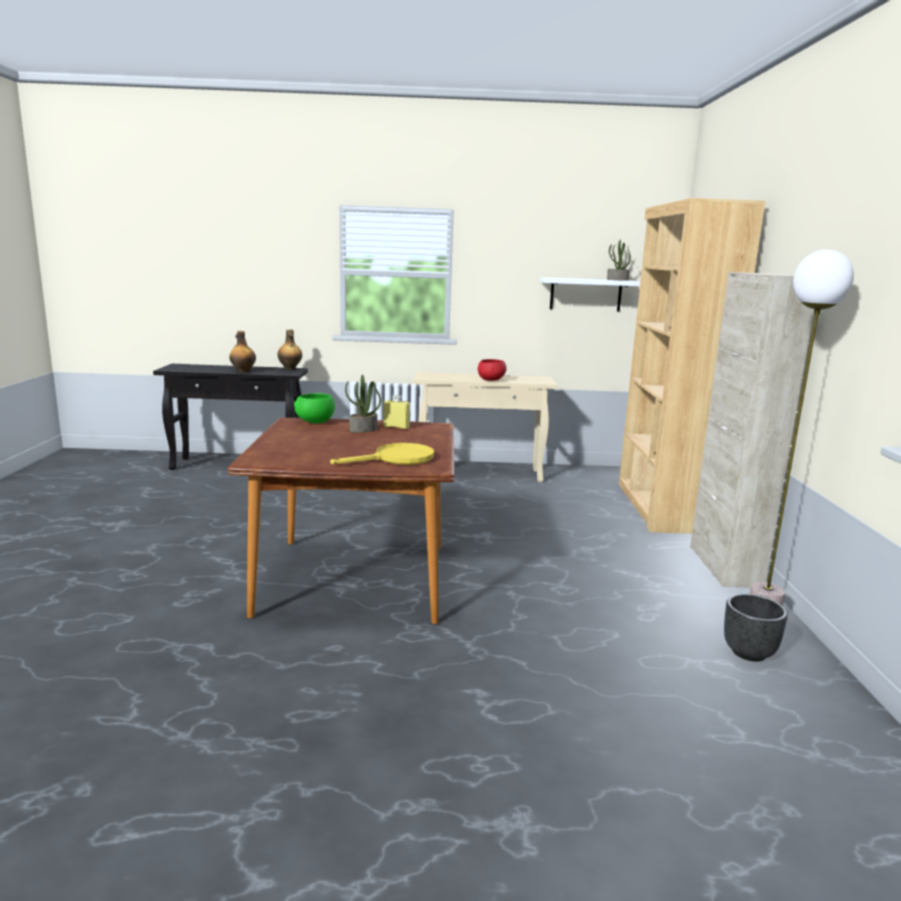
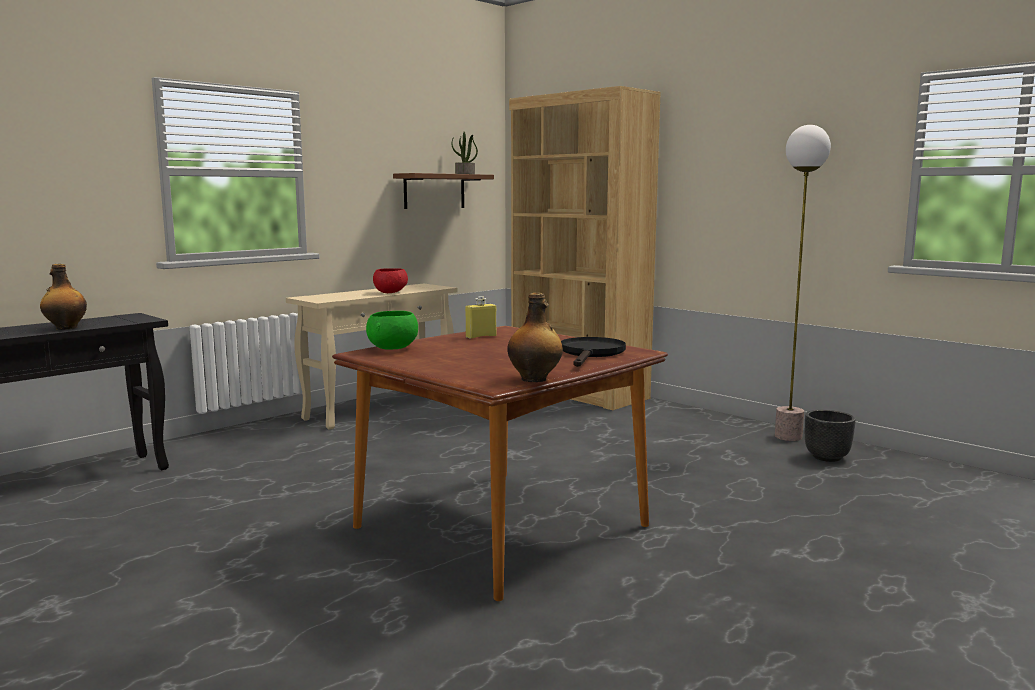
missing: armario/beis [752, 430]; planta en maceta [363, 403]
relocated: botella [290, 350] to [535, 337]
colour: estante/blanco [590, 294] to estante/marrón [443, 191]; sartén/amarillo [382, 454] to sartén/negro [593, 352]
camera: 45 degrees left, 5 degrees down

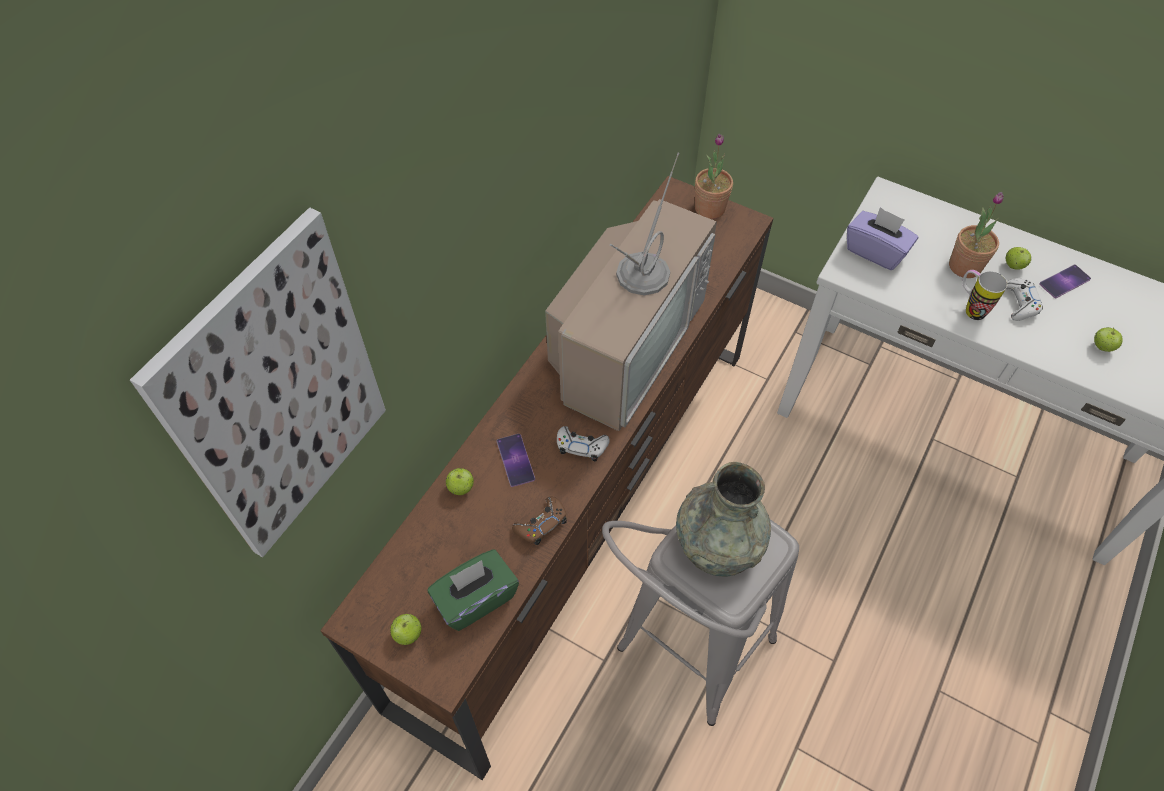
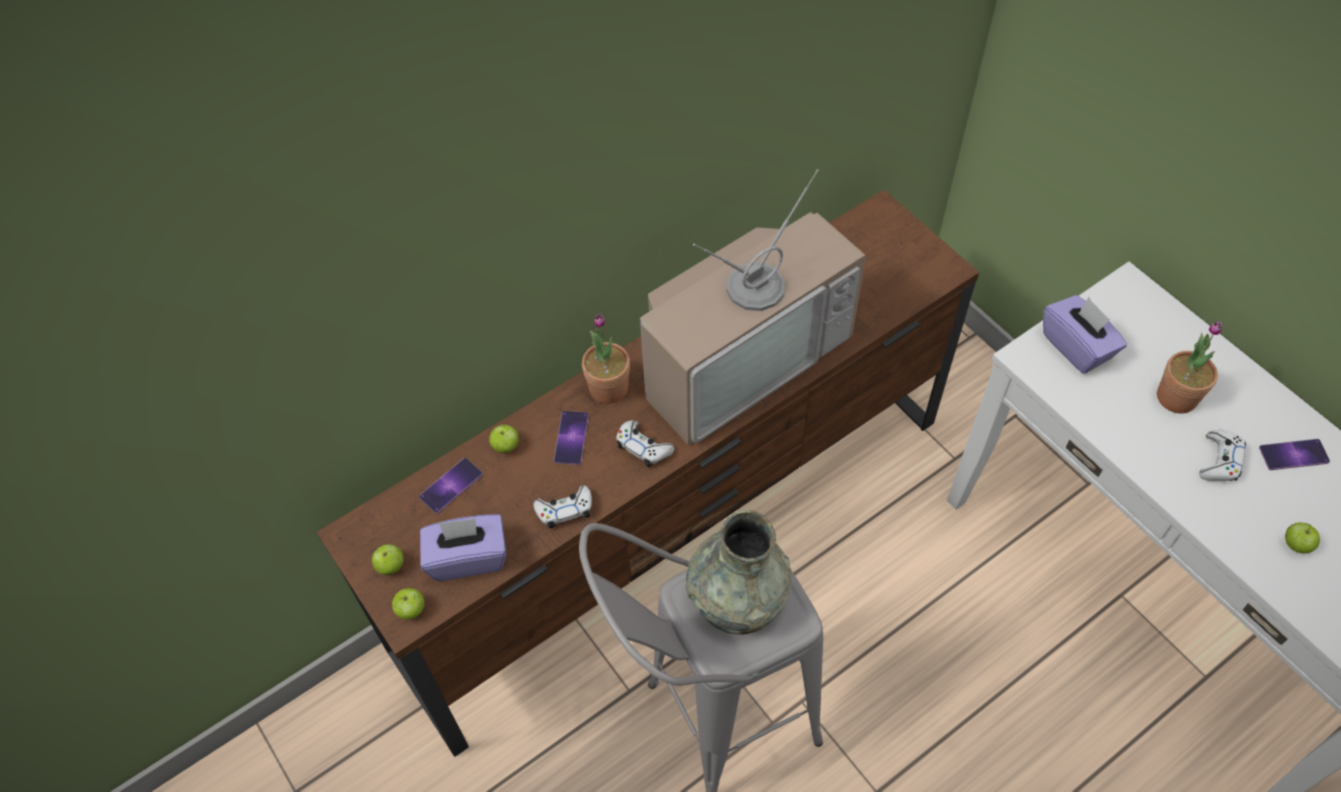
missing: cuadro [258, 382]; taza grande [984, 295]
appeared: móvil [451, 486]
relocated: planta en maceta [714, 176] to [606, 358]; manzana [1018, 258] to [408, 604]
colour: mando de consola/marrón [539, 521] to mando de consola/blanco [563, 507]; caja de pañuelos/verde [473, 590] to caja de pañuelos/morado [463, 547]
camera: 25 degrees right, 0 degrees up

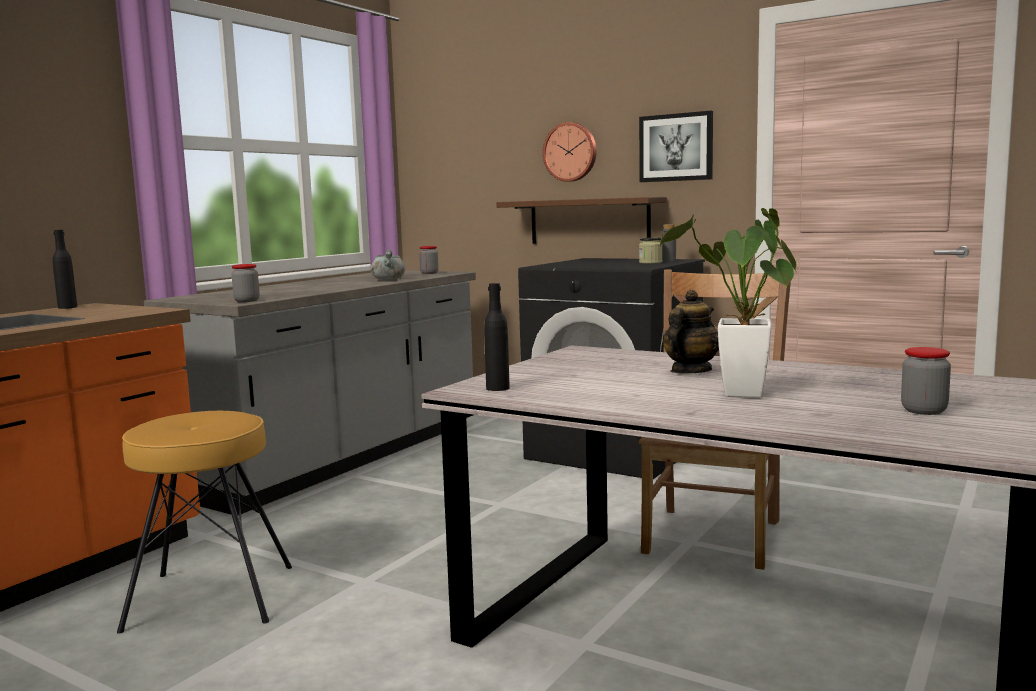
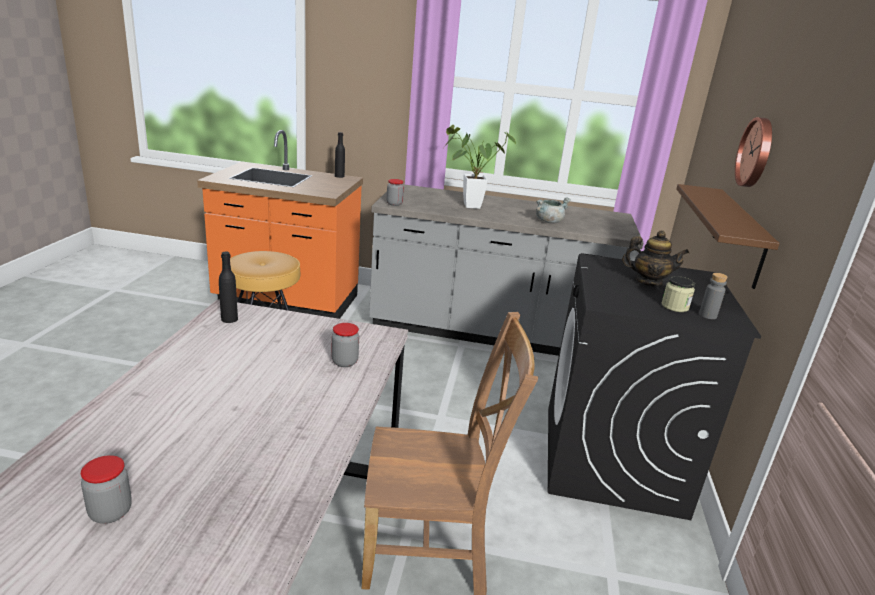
missing: cuadro [676, 146]
relocated: planta en maceta [727, 303] to [480, 167]; tarro [429, 260] to [345, 345]; tetera [690, 331] to [655, 258]
camera: 65 degrees right, 15 degrees up

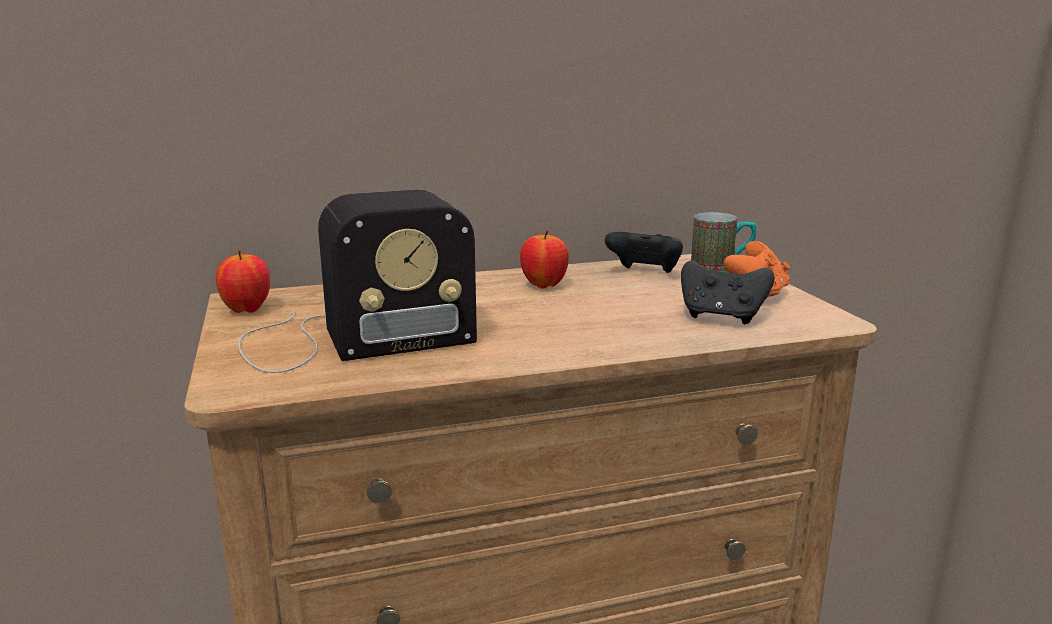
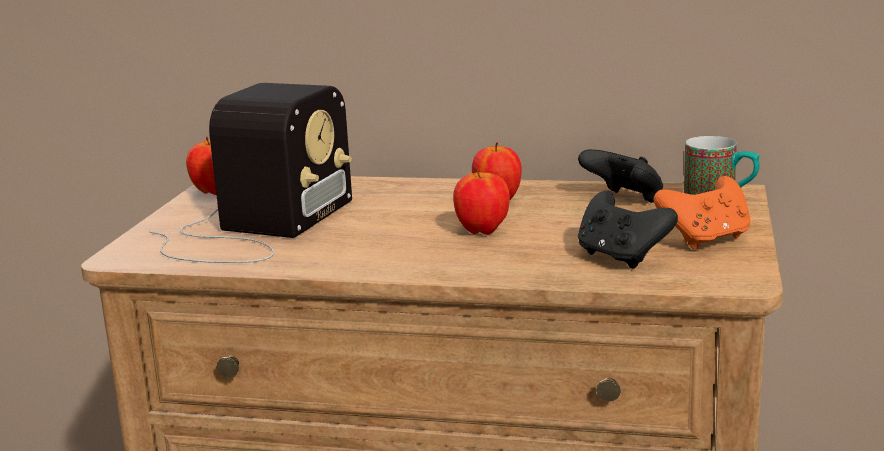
appeared: manzana [481, 201]
spun: radio [357, 281] = [250, 173] 75 degrees counterclockwise
camera: 30 degrees right, 0 degrees up

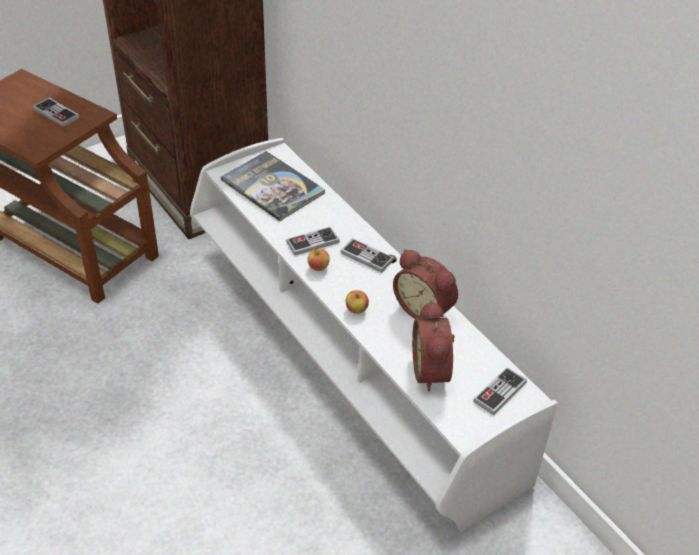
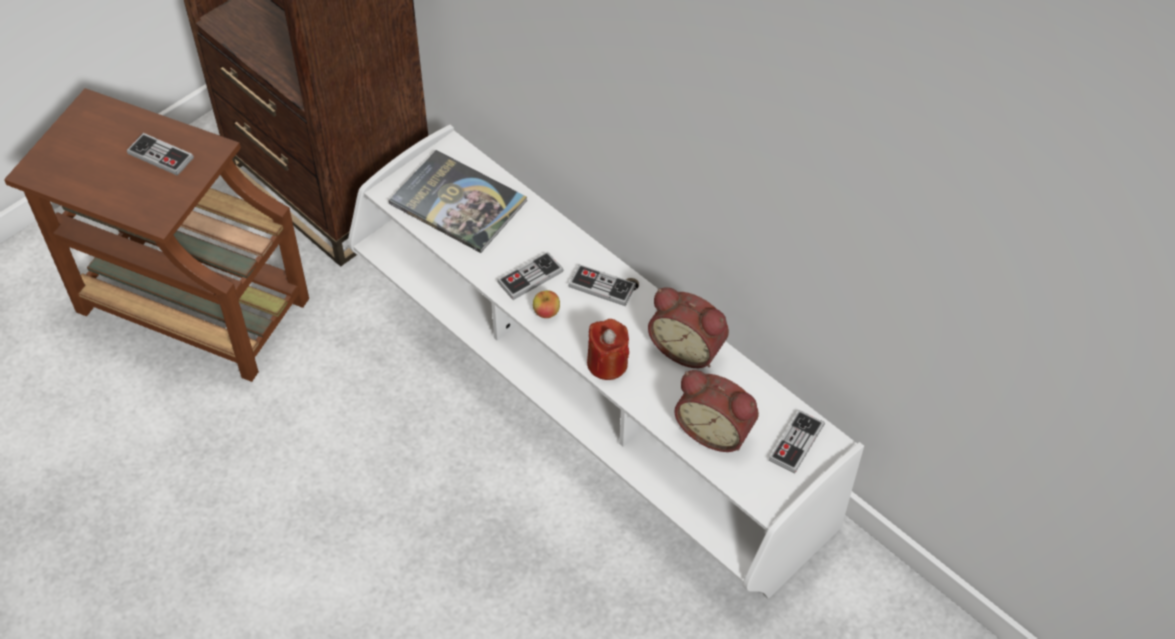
exchanged: manzana [357, 302] to vela/rojo [608, 349]
spun: despertador [433, 346] = [716, 411] 45 degrees counterclockwise
camera: 10 degrees left, 10 degrees up

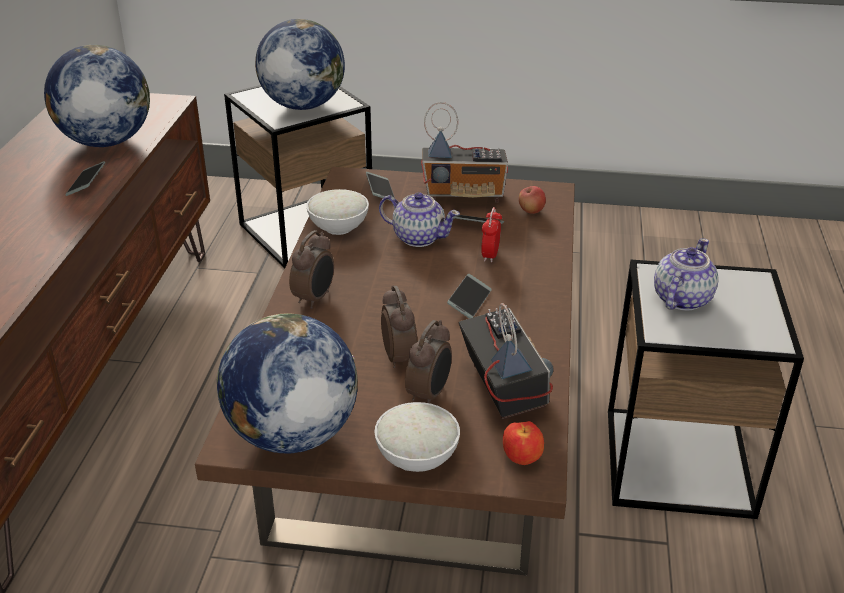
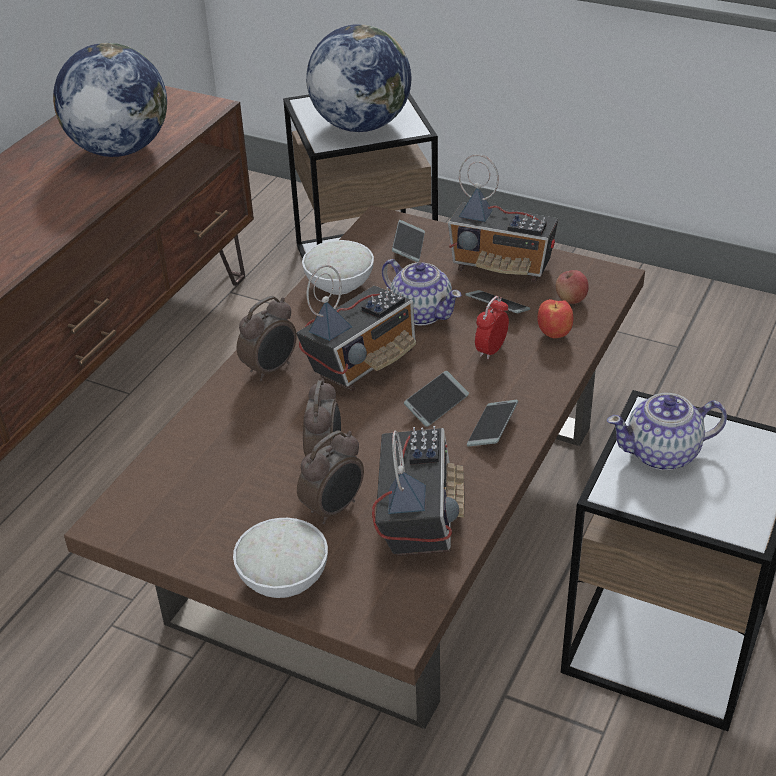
missing: globo terráqueo [287, 383]
appeared: radio [356, 328]
relocated: móvil [85, 178] to [492, 423]; manzana [523, 443] to [555, 318]
spun: tetera [686, 274] = [667, 431] 150 degrees counterclockwise
camera: 20 degrees right, 5 degrees up

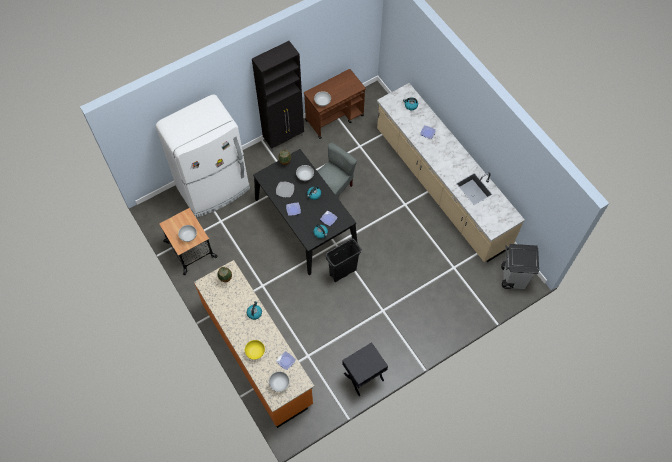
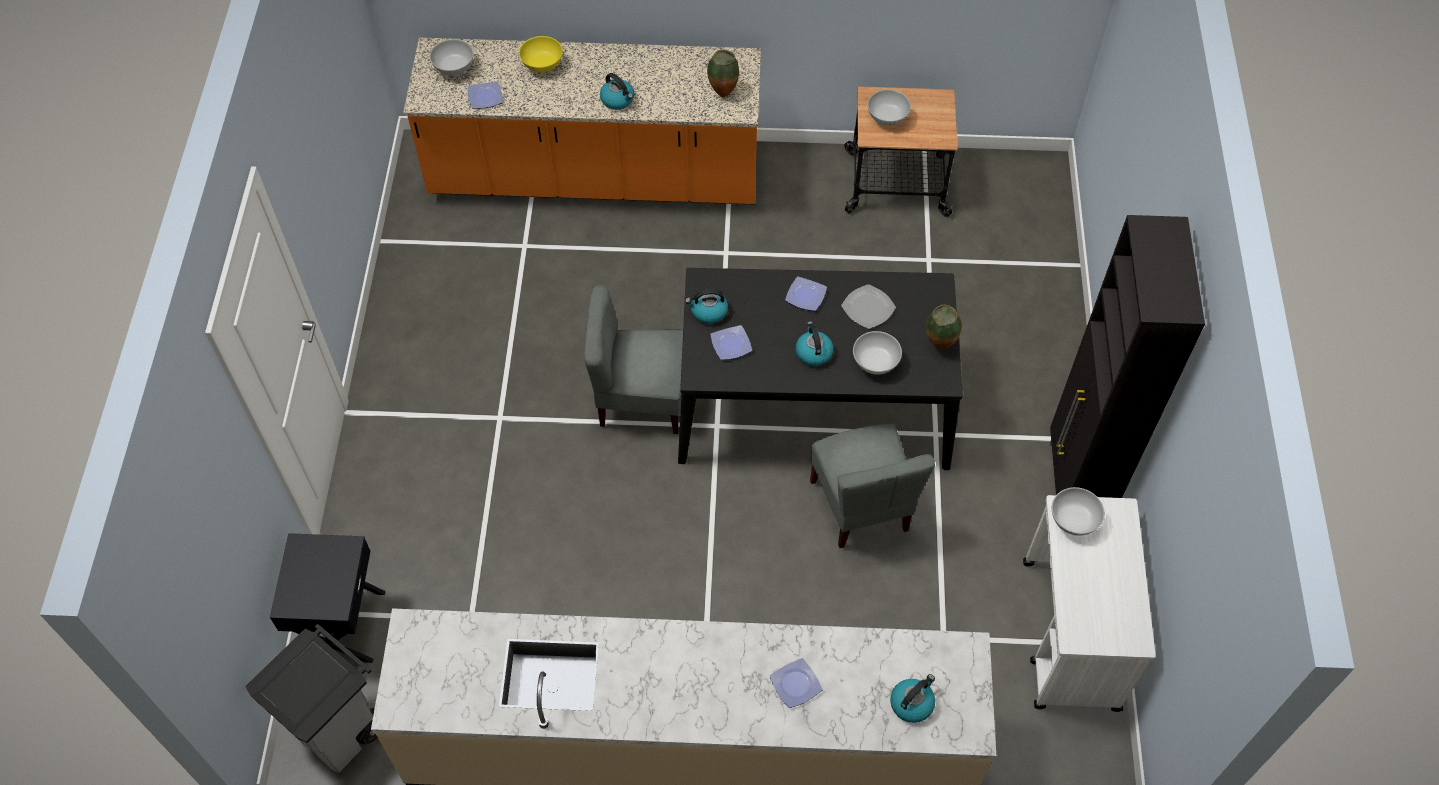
missing: nevera/blanco [203, 156]
relocated: mesita de noche/negro [365, 369] to [327, 598]
exchanged: papelera/negro [343, 260] to silla/gris [633, 359]
colour: carrito/marrón [335, 104] to carrito/blanco [1089, 603]
camera: 125 degrees right, 5 degrees down

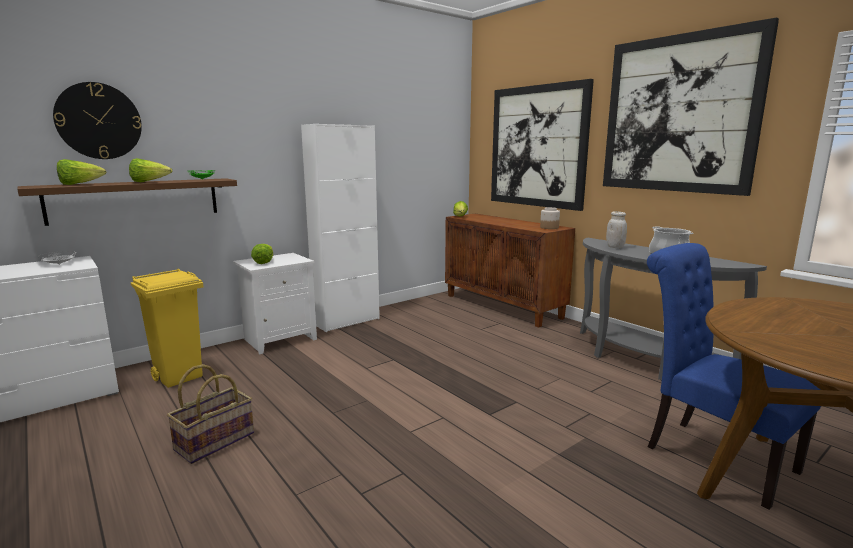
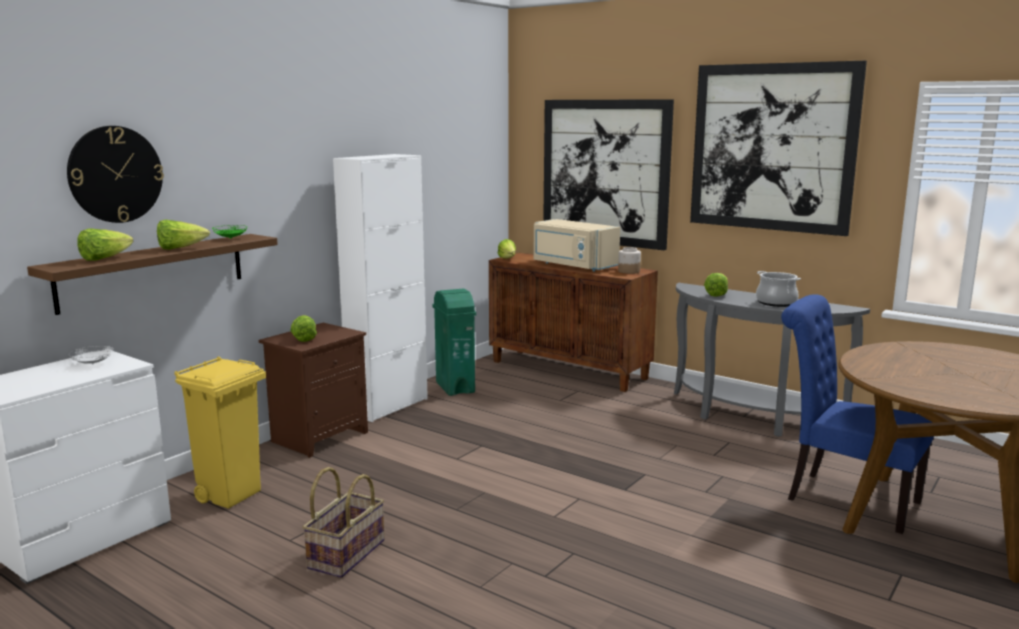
appeared: microondas/beis [577, 245]; papelera/verde [454, 342]
exchanged: tarro/blanco [616, 229] to lechuga [716, 285]
colour: mesita de noche/blanco [275, 303] to mesita de noche/marrón [313, 390]
camera: 15 degrees left, 0 degrees up

